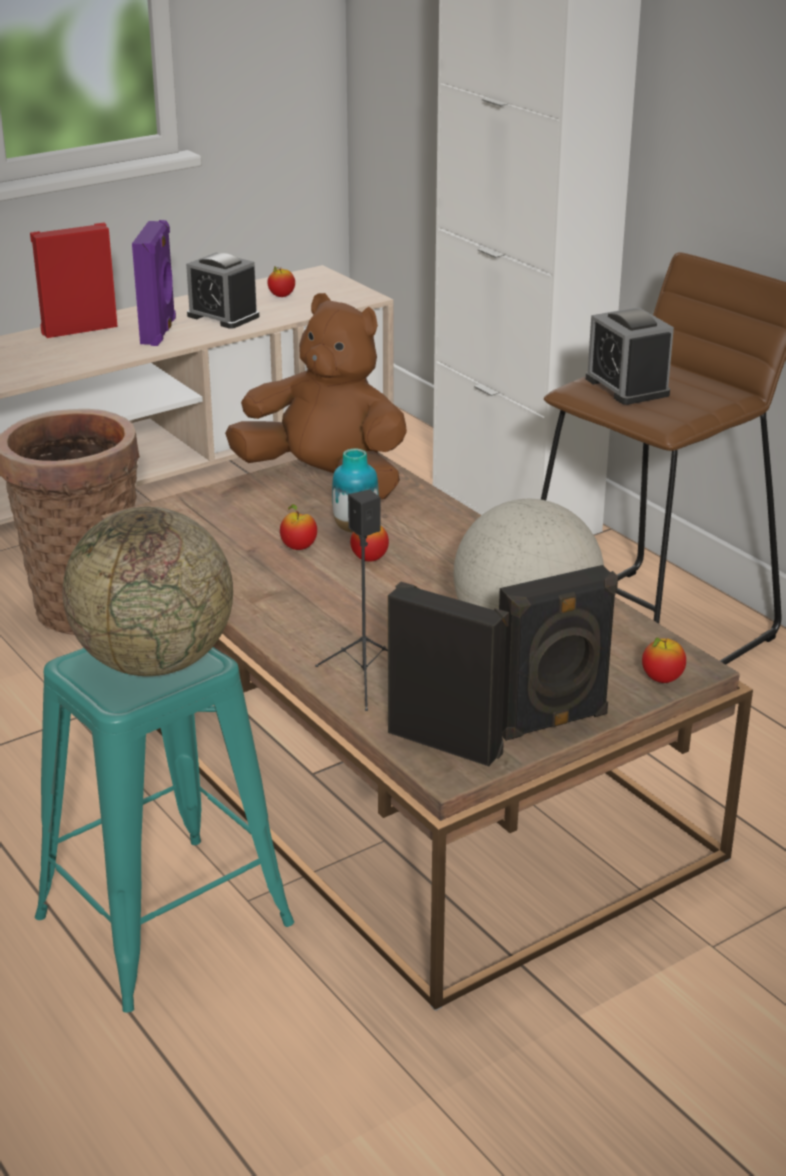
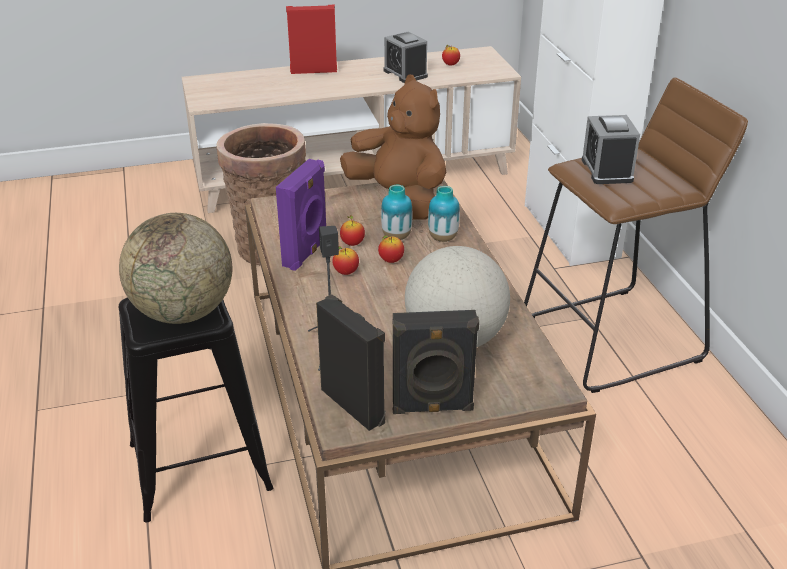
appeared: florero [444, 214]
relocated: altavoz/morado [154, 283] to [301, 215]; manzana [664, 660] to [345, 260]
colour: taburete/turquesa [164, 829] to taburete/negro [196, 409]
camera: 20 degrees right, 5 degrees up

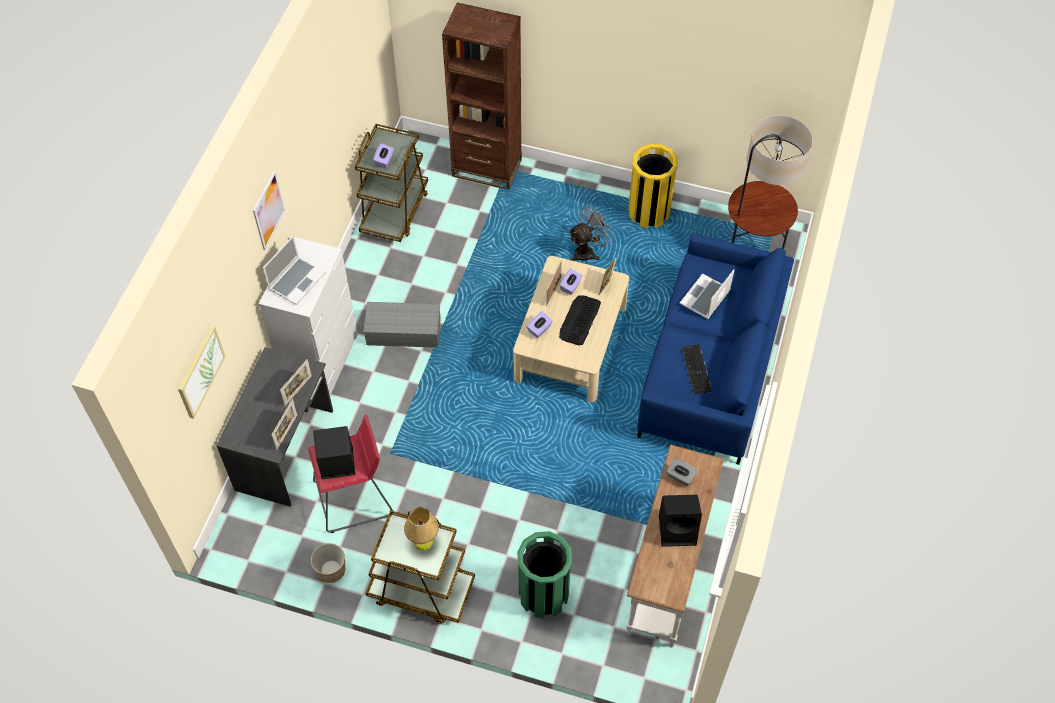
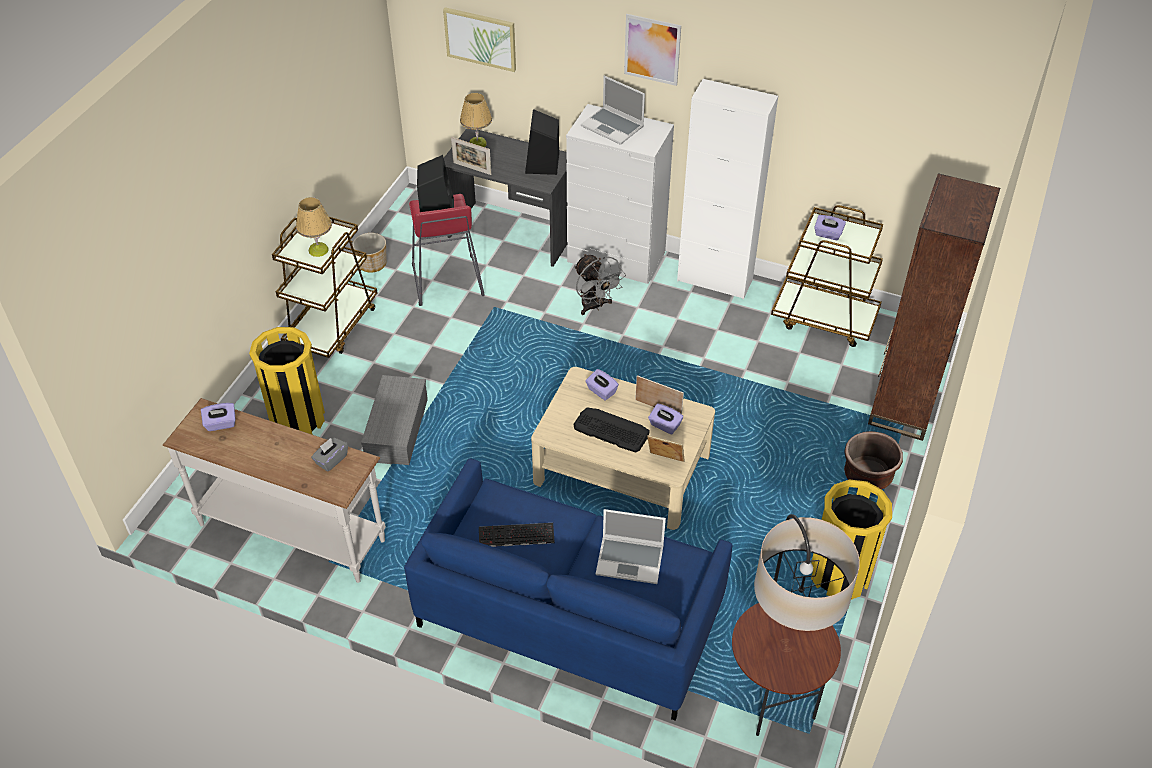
missing: portarretratos [296, 382]
appeared: armario/blanco [727, 189]; lámpara de mesa [476, 120]; caja de pañuelos/morado [218, 417]; maceta/marrón [873, 460]
relocated: ventilador/gris [591, 232] to [600, 284]; caja de almacenaje/gris [402, 324] to [394, 420]; altavoz/negro [680, 521] to [542, 142]
colour: papelera/verde [544, 575] to papelera/amarillo [287, 380]
spun: portátil [707, 294] = [631, 546] 150 degrees clockwise
camera: 95 degrees right, 10 degrees down

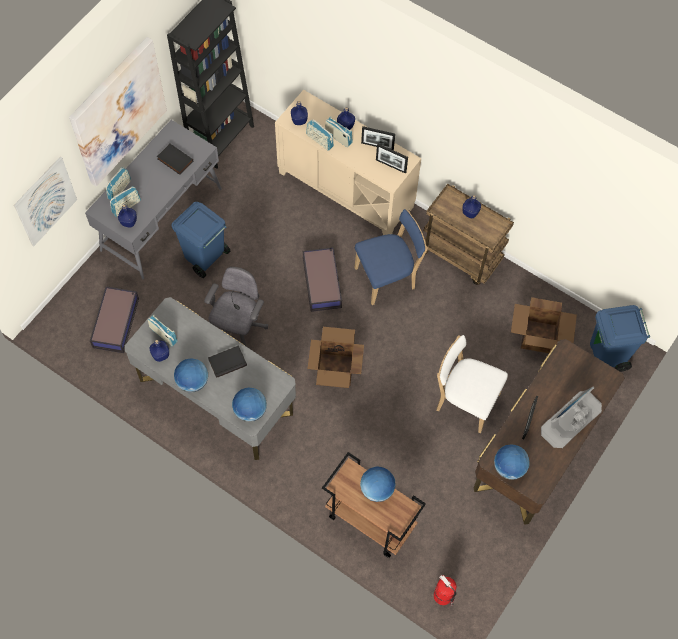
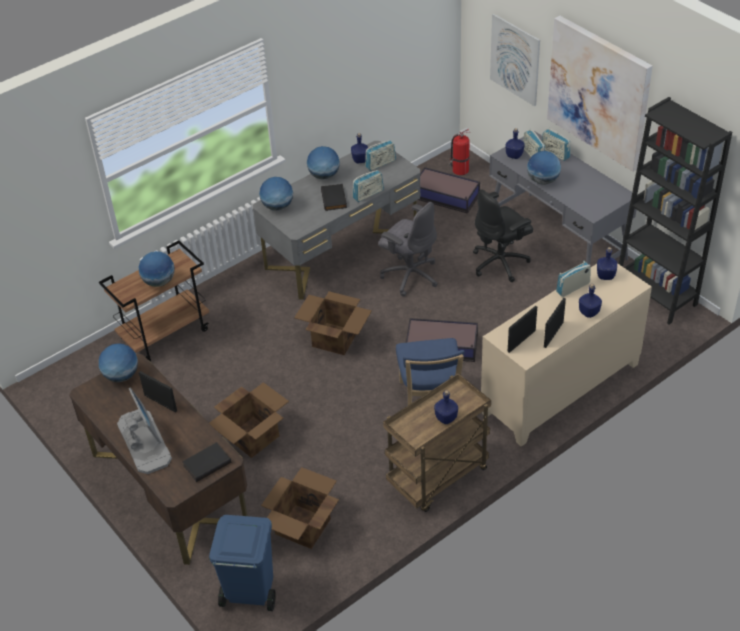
appeared: globo terráqueo [544, 168]
relocated: radio [339, 132] to [368, 186]; libro/negro [175, 159] to [206, 462]; extintor [445, 590] to [459, 151]
exchanged: papelera/azul [201, 240] to silla de oficina/negro [503, 235]; silla/blanco [472, 384] to caja de cartón [249, 420]
camera: 110 degrees right, 20 degrees down

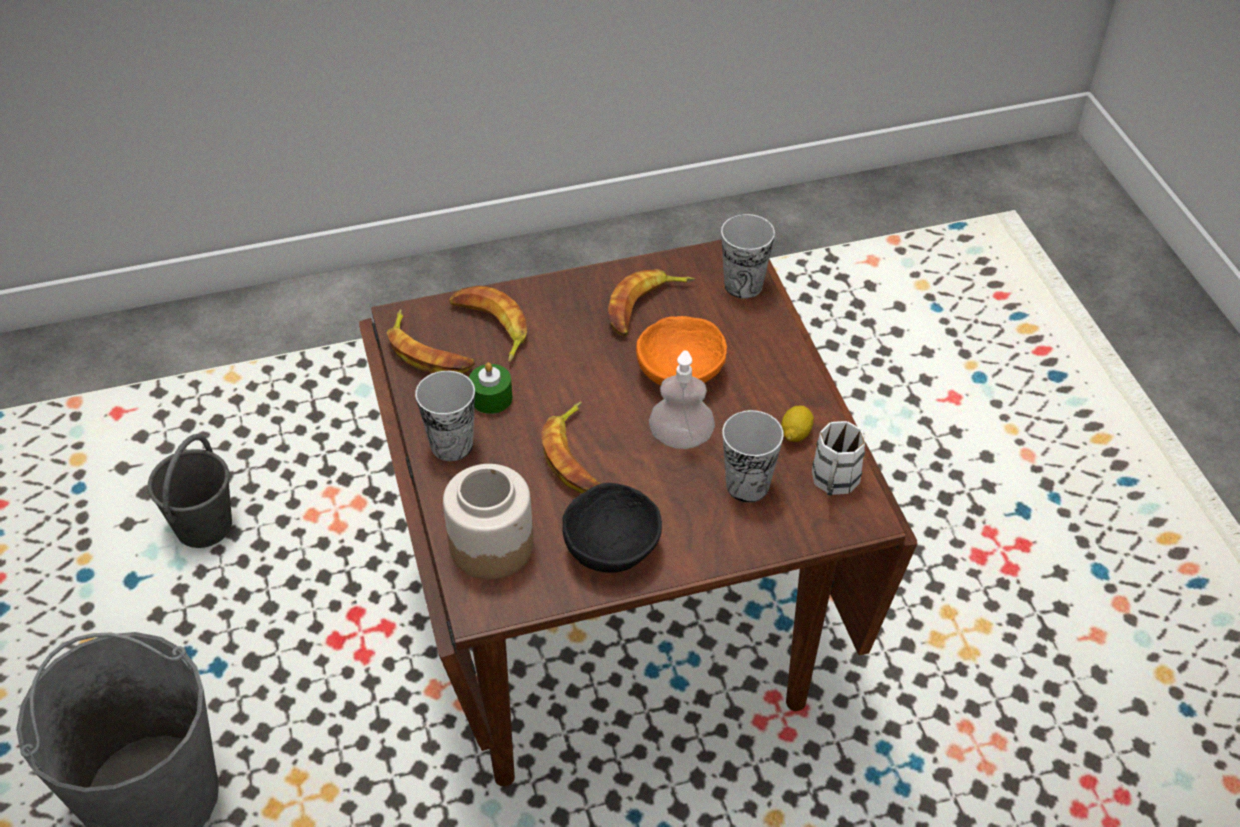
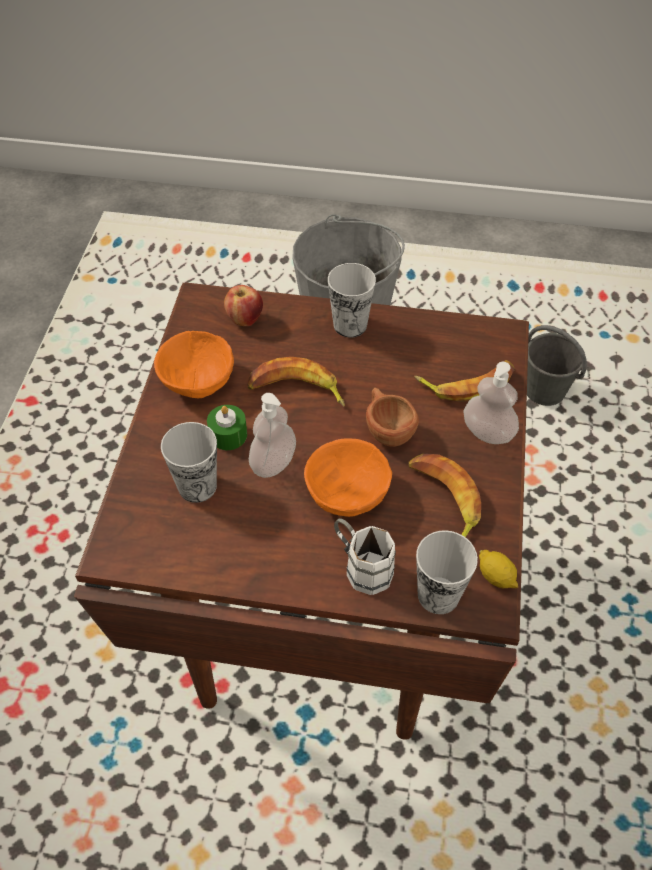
missing: plátano [431, 341]
appeared: dispensador de jabón [491, 403]; taza/marrón [392, 417]
relocated: vela/verde [490, 388] to [227, 427]; limón [797, 424] to [498, 569]; taza grande/blanco [838, 458] to [365, 556]
exchanged: tarro [488, 521] to manzana [243, 305]
colour: cuenco/negro [612, 527] to cuenco/naranja [194, 365]
camera: 115 degrees right, 5 degrees up

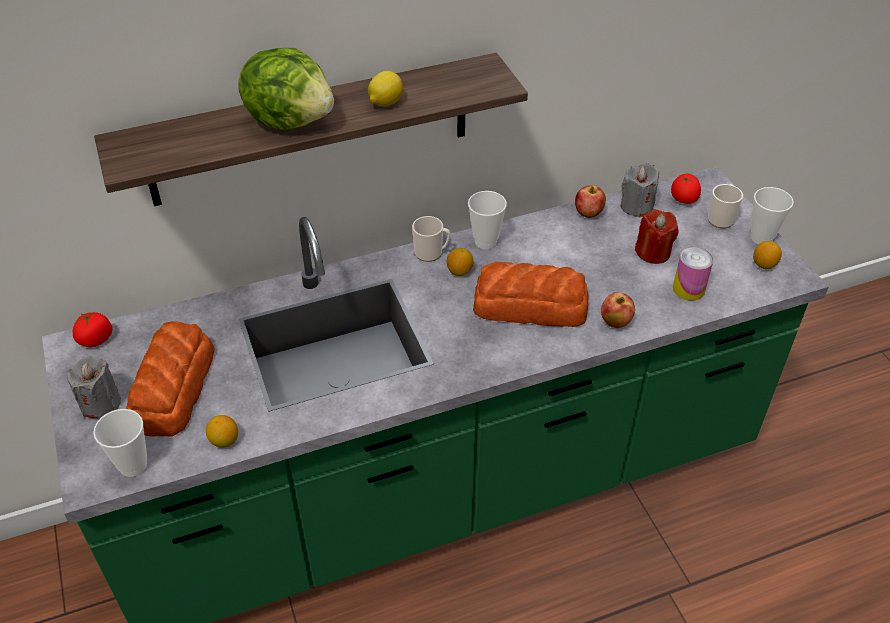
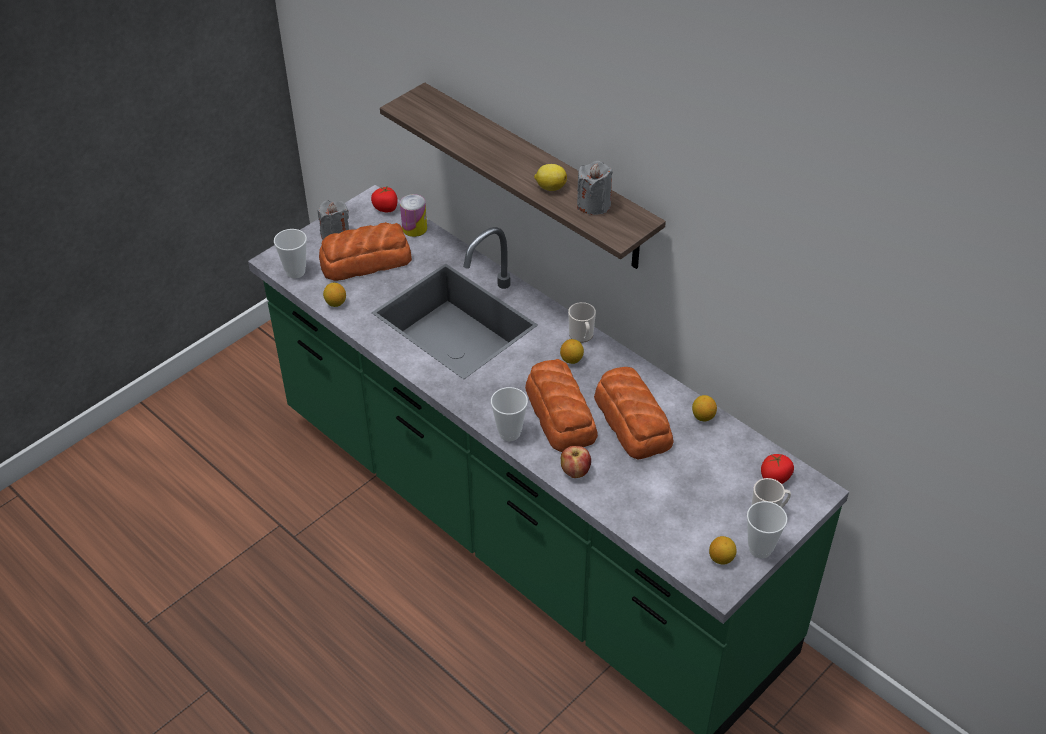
missing: lechuga [286, 89]; vela/rojo [656, 236]
appeared: pan [634, 413]
relocated: vela/gris [640, 190] to [595, 188]; taza [487, 220] to [509, 414]; lata [693, 274] to [413, 215]
exchanged: manzana [590, 201] to limón [704, 408]
camera: 65 degrees right, 0 degrees up

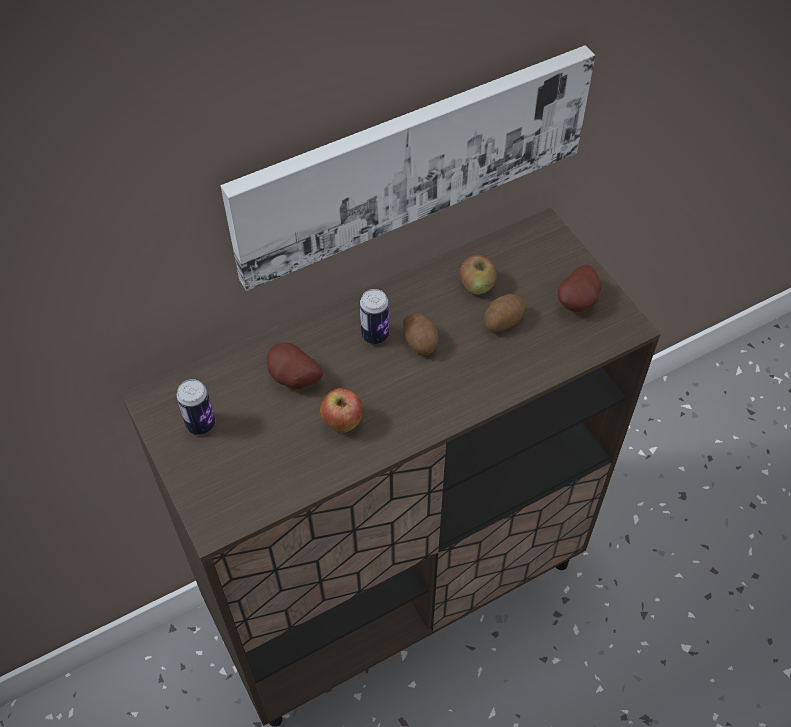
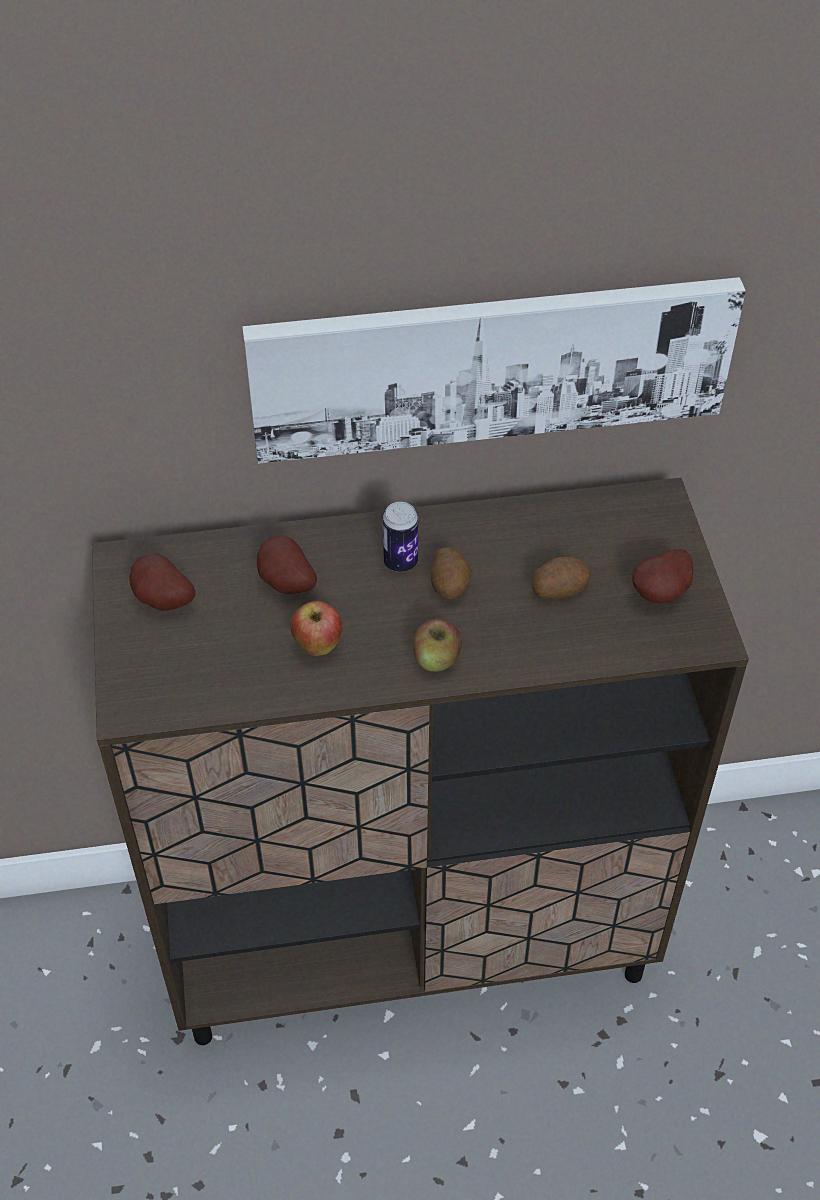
relocated: manzana [478, 275] to [437, 645]
exchanged: lata [195, 407] to patata [162, 582]
camera: 20 degrees right, 5 degrees down

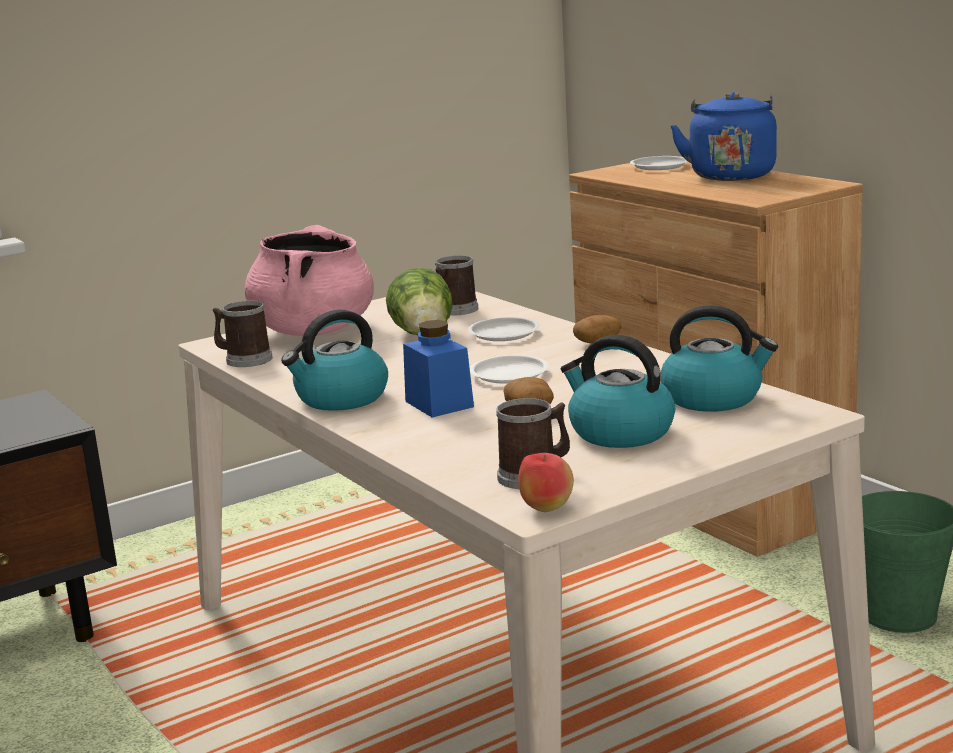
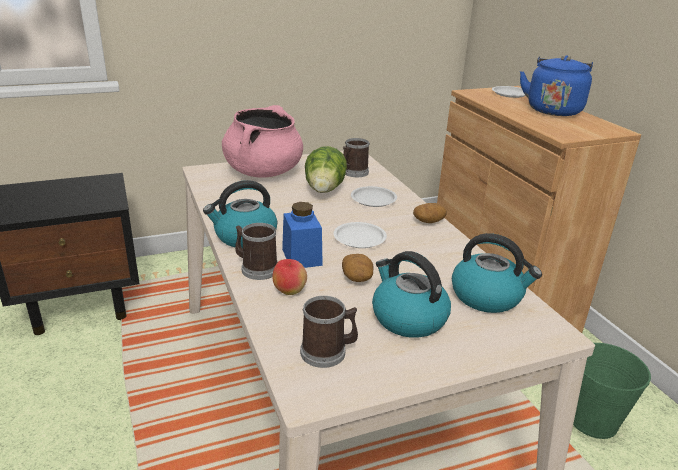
relocated: taza grande [243, 334] to [256, 251]; manzana [546, 482] to [289, 277]
camera: 10 degrees right, 10 degrees up

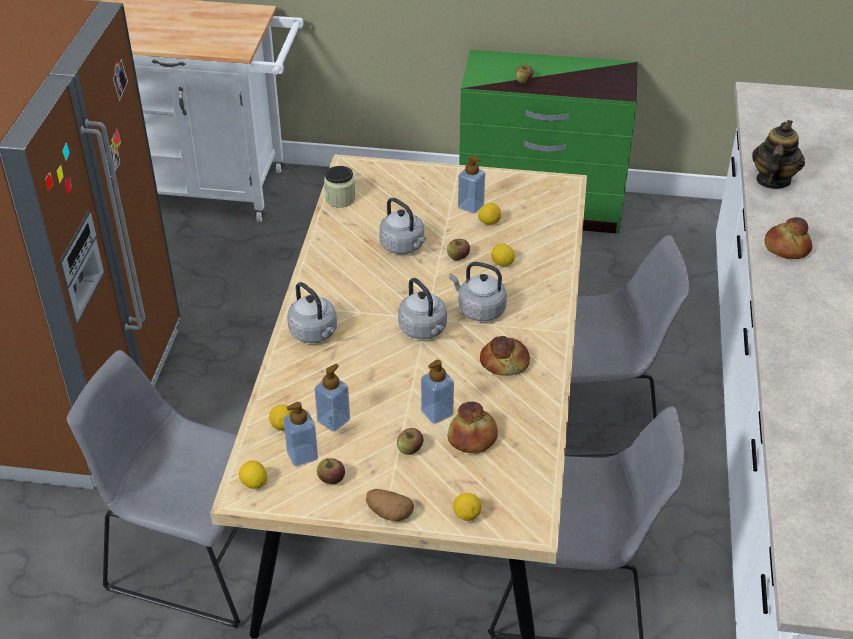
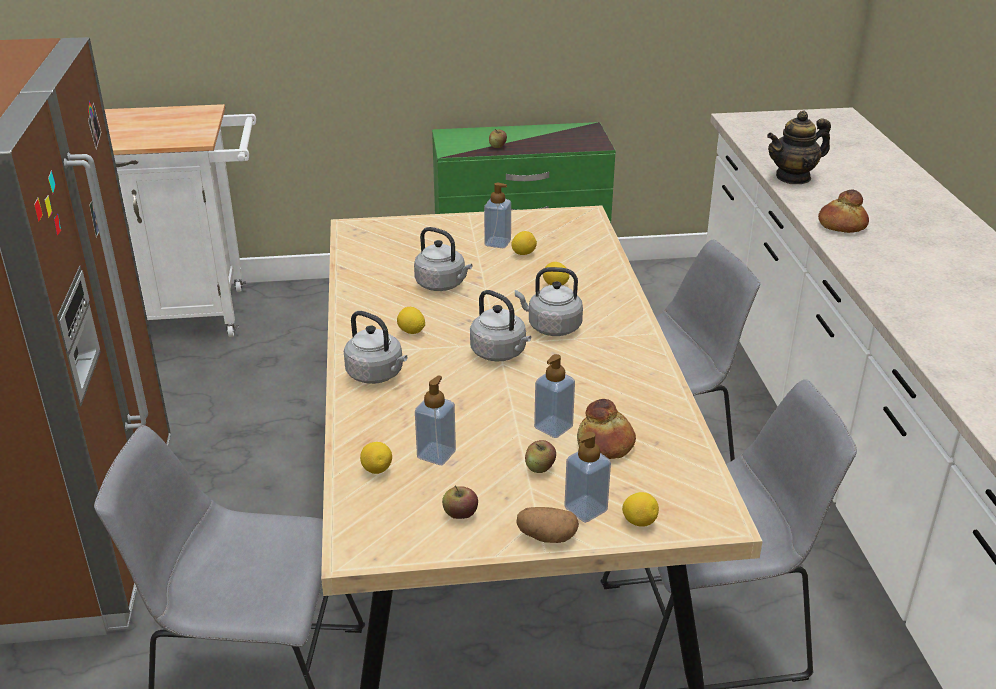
missing: tarro [339, 187]; manzana [458, 250]; pan [505, 356]
relocated: dispensador de jabón [300, 434] to [587, 477]; limón [253, 475] to [411, 320]
spun: tetera [778, 154] = [799, 147] 120 degrees counterclockwise
camera: 15 degrees left, 10 degrees down

